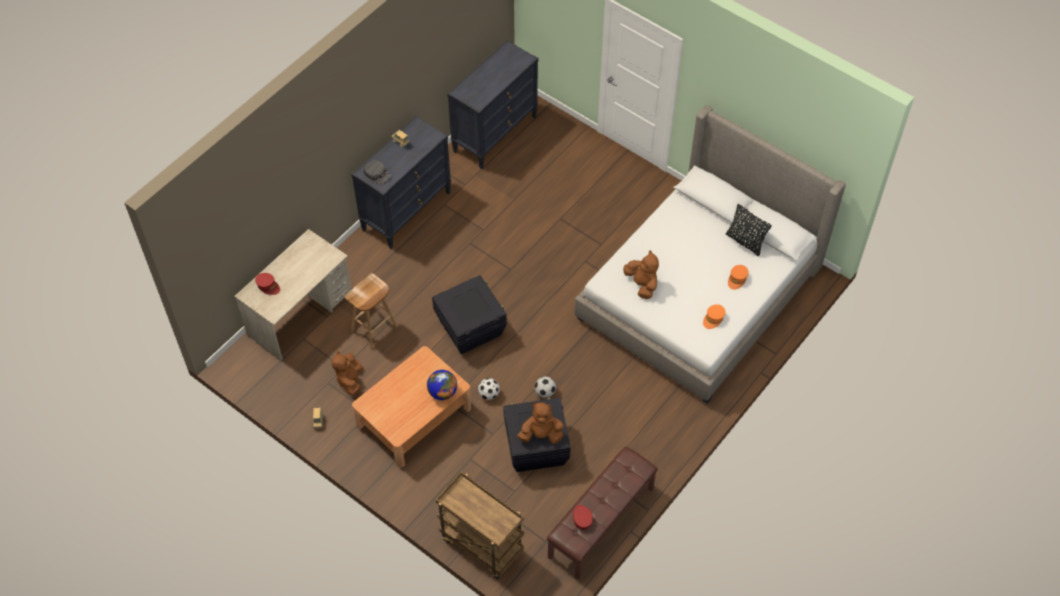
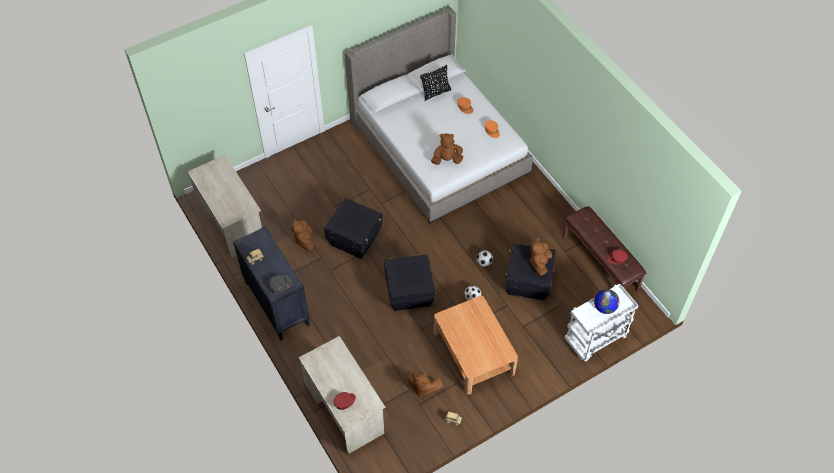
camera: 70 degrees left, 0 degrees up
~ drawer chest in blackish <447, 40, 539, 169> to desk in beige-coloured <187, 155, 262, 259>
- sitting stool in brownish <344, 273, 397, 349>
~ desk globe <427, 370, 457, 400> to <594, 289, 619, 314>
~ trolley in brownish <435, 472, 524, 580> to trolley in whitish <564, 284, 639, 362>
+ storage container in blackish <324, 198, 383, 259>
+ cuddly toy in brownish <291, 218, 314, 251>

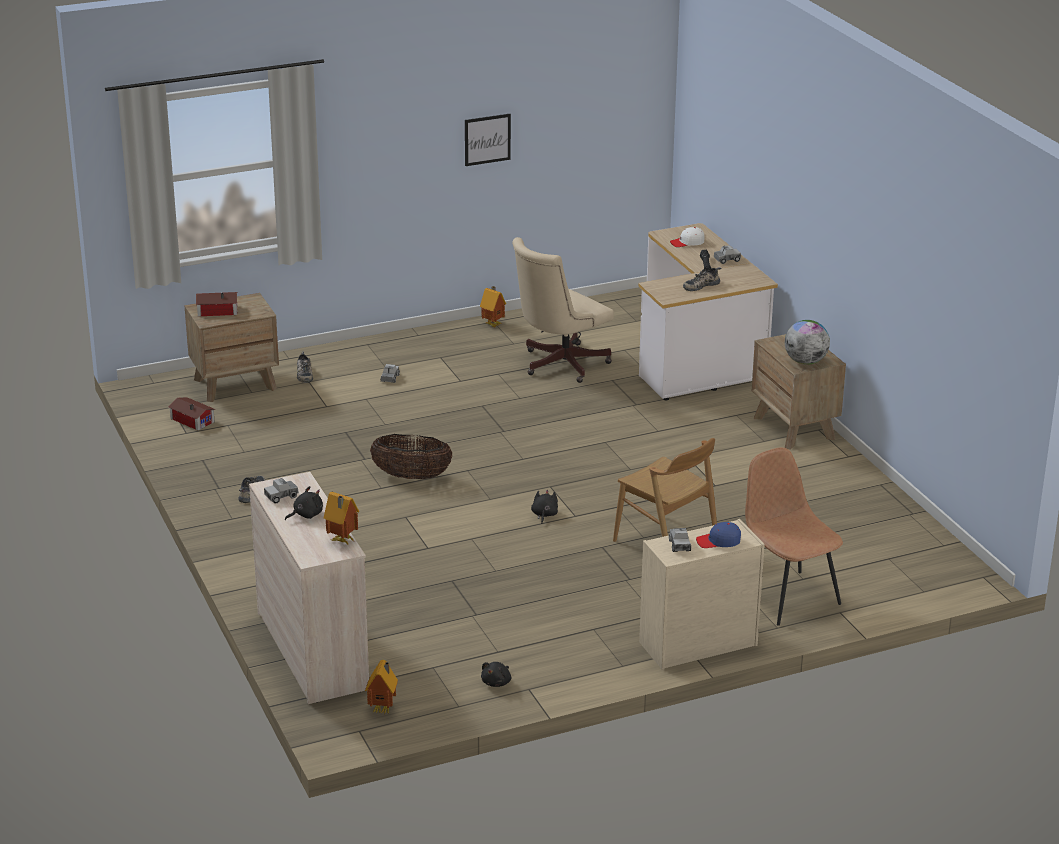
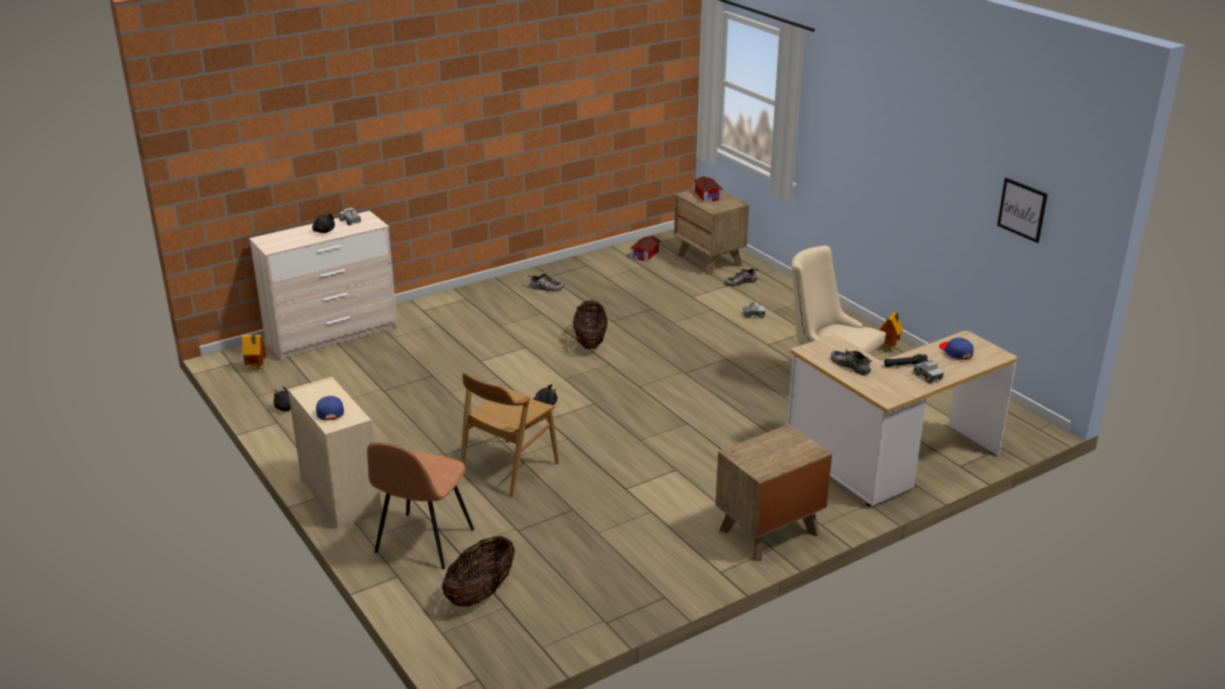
camera: 80 degrees right, 0 degrees up
~ wall art <465, 114, 511, 166> to <997, 178, 1048, 243>
~ cap in whitish <670, 227, 705, 247> to cap in bluish <939, 338, 974, 360>
- desk globe <785, 320, 830, 365>
~ plain chair in brownish <745, 448, 843, 626> = <367, 442, 474, 569> 150 degrees clockwise
- toy house <324, 492, 359, 545>
- toy truck <669, 528, 691, 552>
+ basket <442, 536, 515, 607>

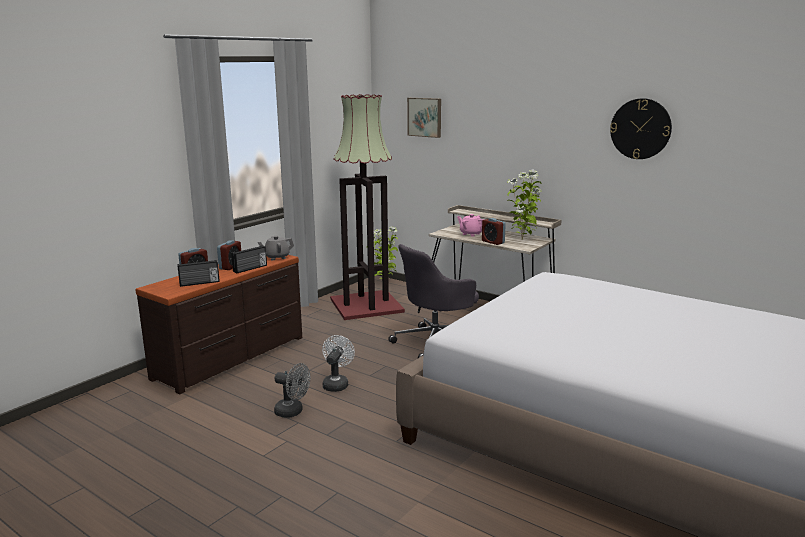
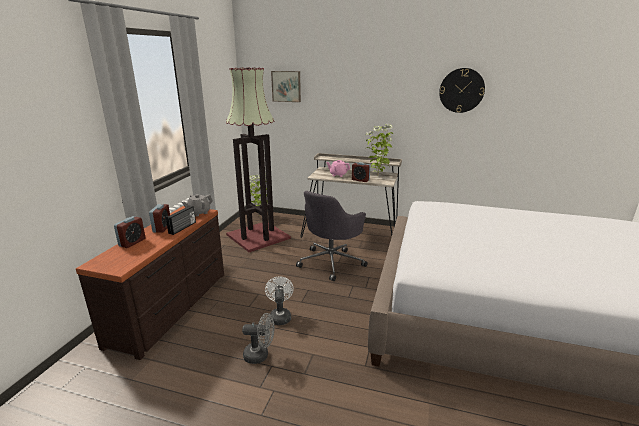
camera: 20 degrees left, 5 degrees up
- radio receiver <177, 260, 220, 287>

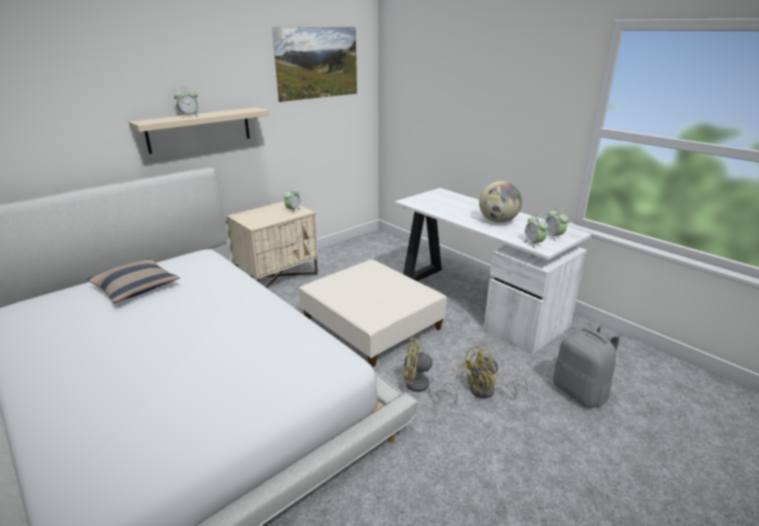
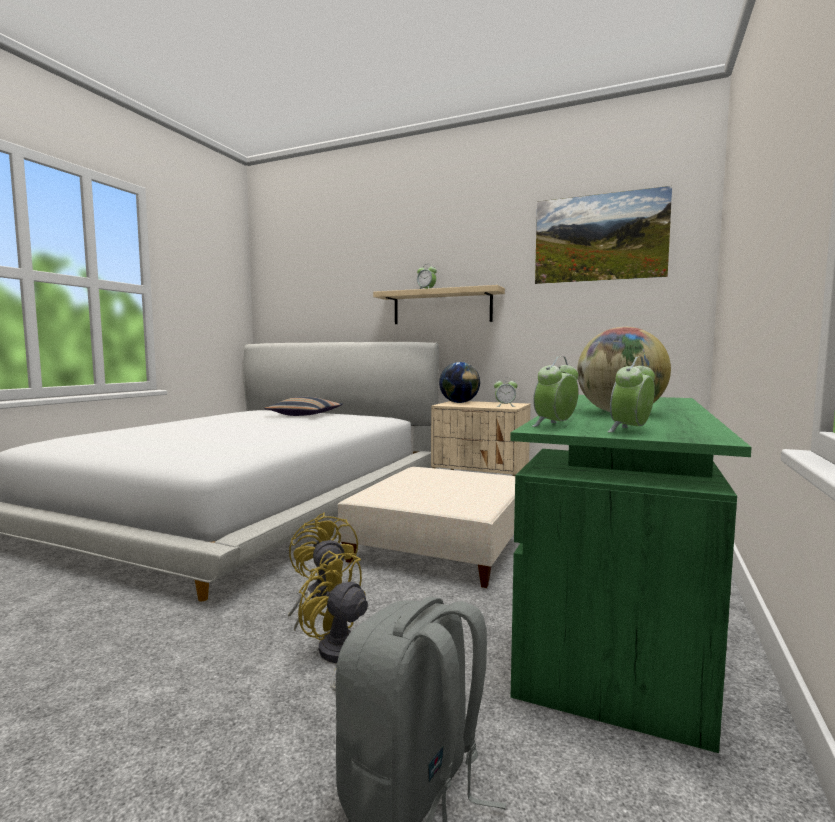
camera: 65 degrees right, 20 degrees down
~ desk in whitish <395, 188, 591, 354> to desk in green-coloured <510, 395, 752, 753>
+ desk globe <439, 362, 480, 403>

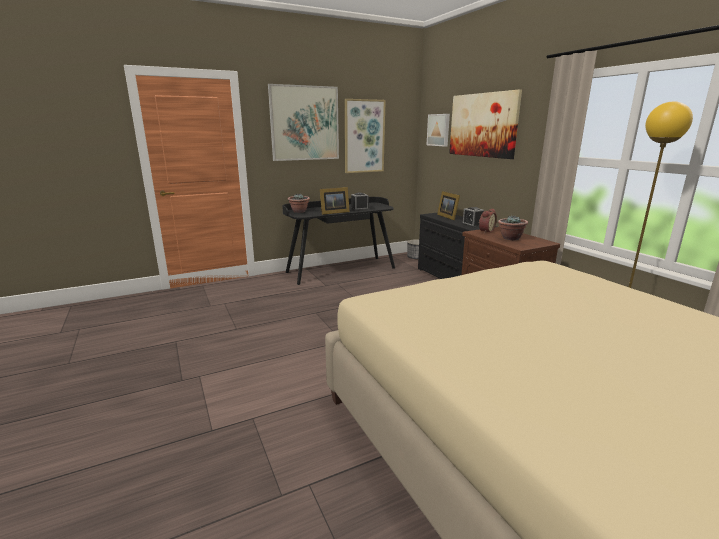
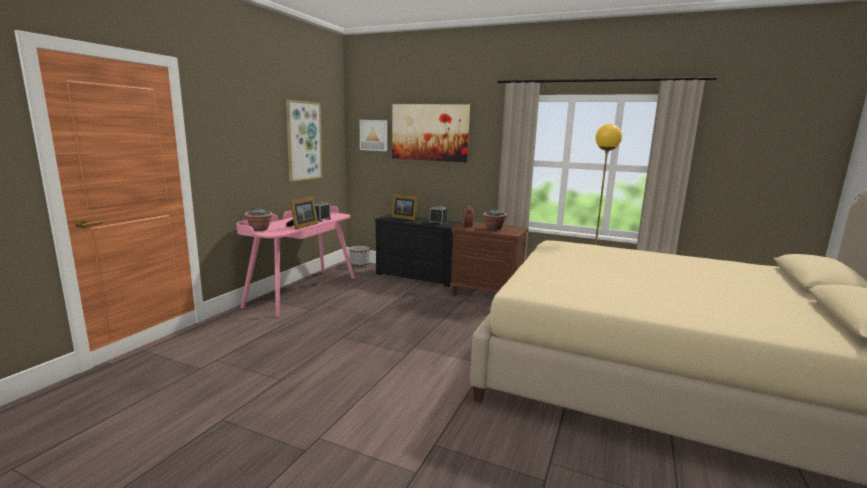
camera: 40 degrees left, 5 degrees down
- wall art <268, 84, 339, 161>
~ desk in blackish <282, 197, 395, 285> to desk in pinkish <236, 206, 355, 317>

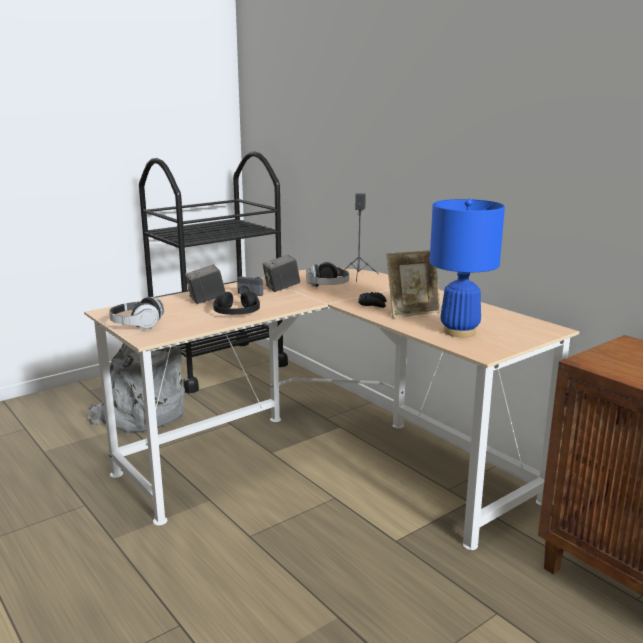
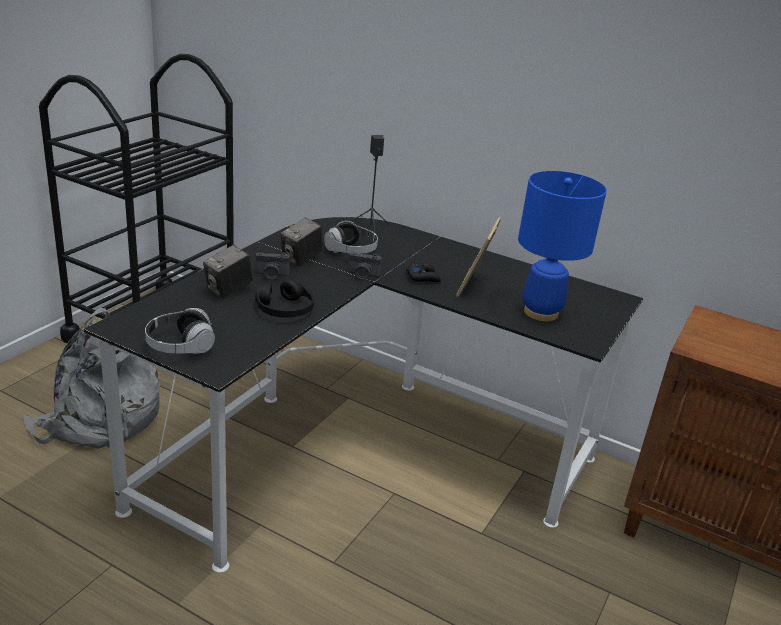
camera: 25 degrees left, 10 degrees up
~ standing frame <386, 250, 441, 318> = <456, 216, 501, 297> 150 degrees clockwise
~ desk in beige-coloured <84, 269, 580, 550> to desk in blackish <83, 217, 643, 573>
+ photo camera <348, 252, 382, 280>

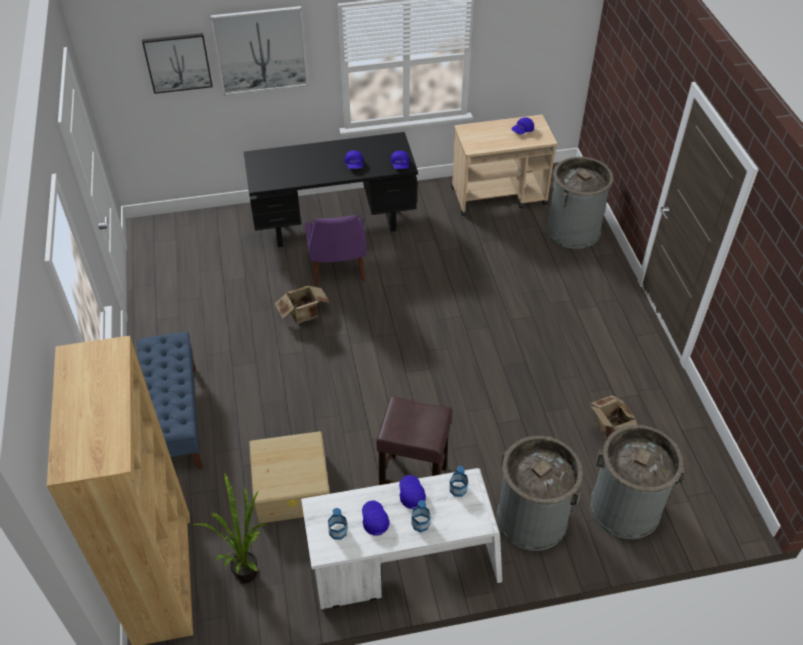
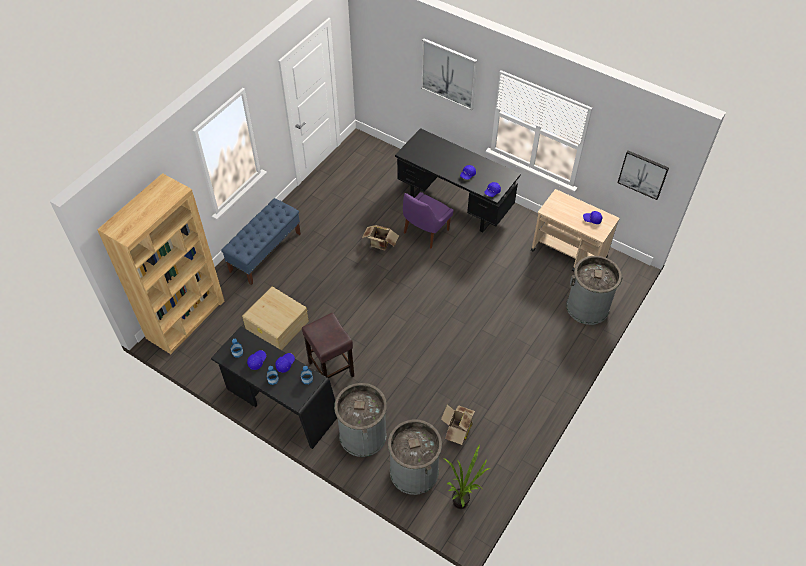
camera: 45 degrees right, 5 degrees up
~ wall art <142, 33, 213, 94> to <618, 151, 669, 200>
~ desk in whitish <301, 468, 502, 609> to desk in blackish <211, 326, 337, 449>
~ houseplant <193, 472, 267, 584> to <444, 444, 490, 509>

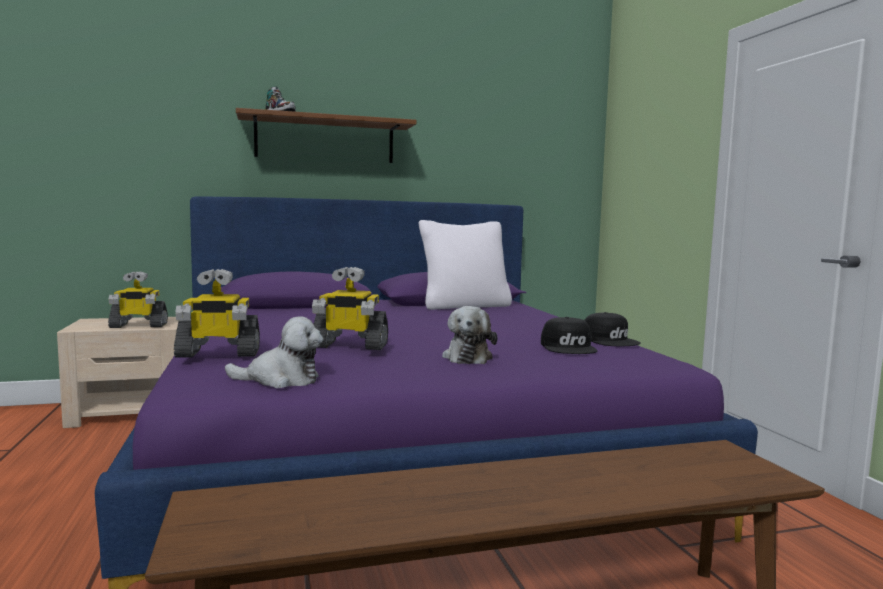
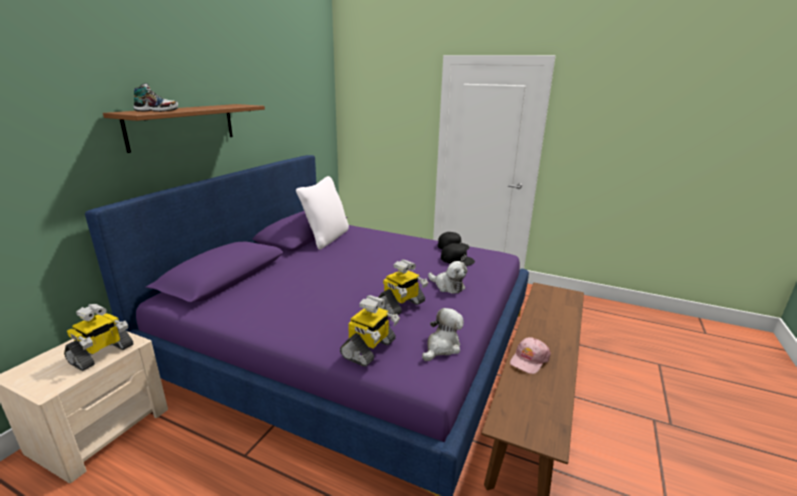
camera: 50 degrees left, 15 degrees up
+ cap in pinkish <510, 337, 551, 374>

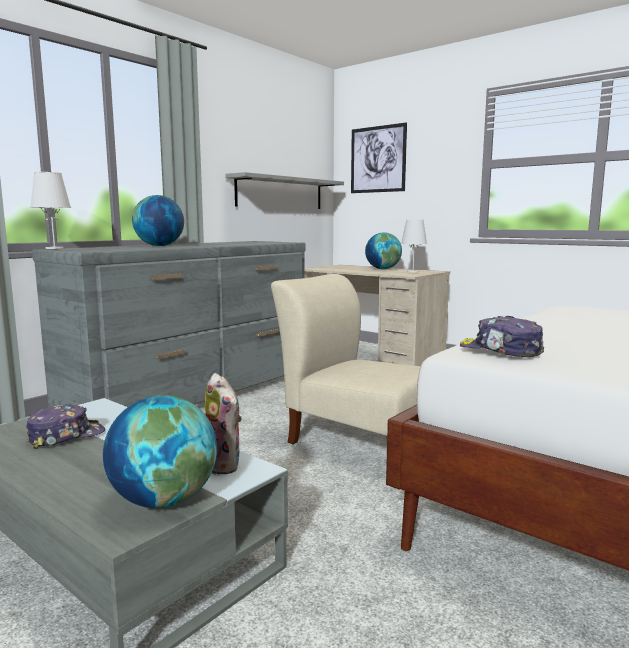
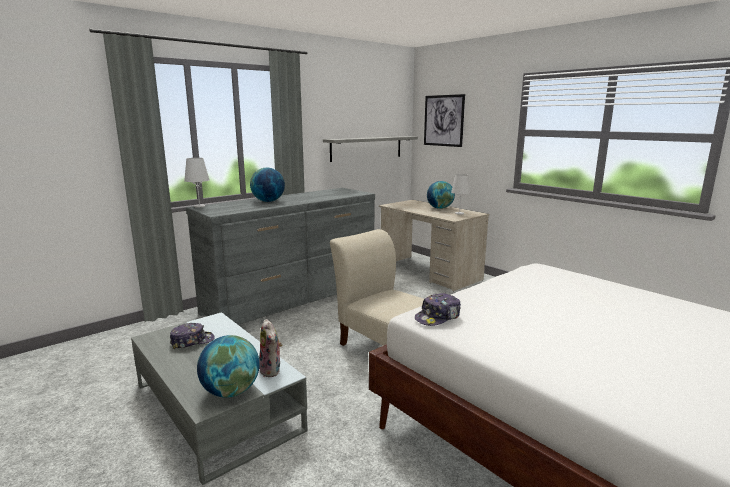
camera: 10 degrees right, 5 degrees up
~ cap <460, 316, 544, 357> = <415, 293, 461, 326> 90 degrees counterclockwise

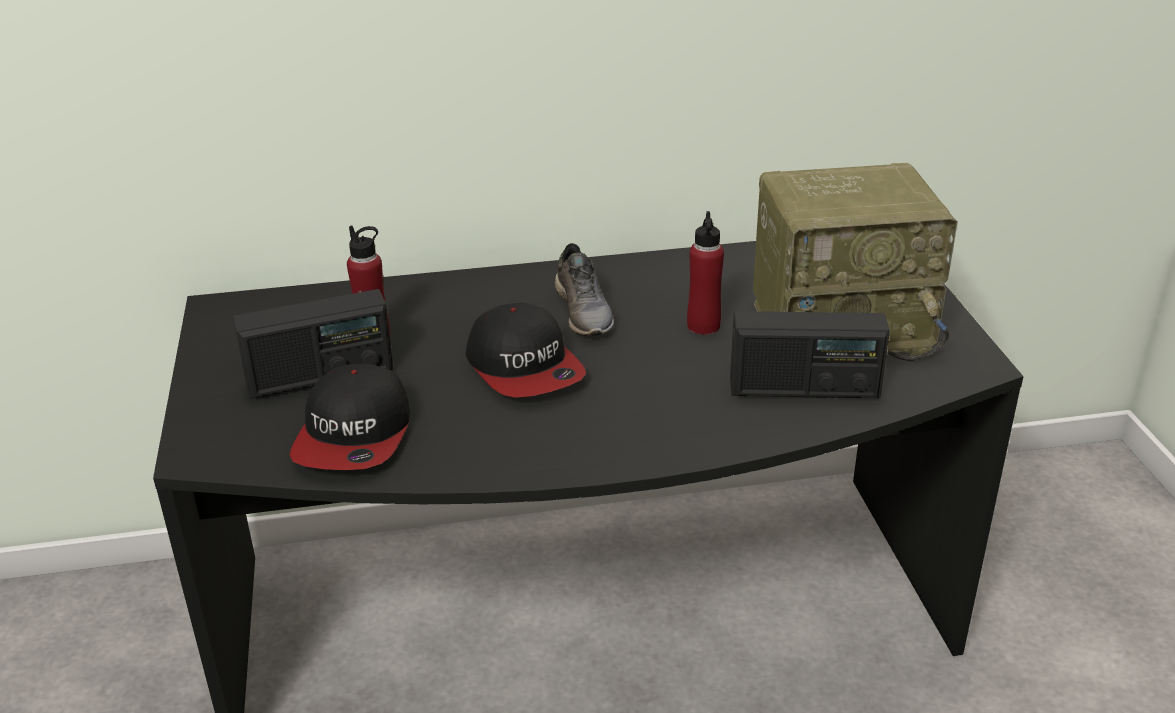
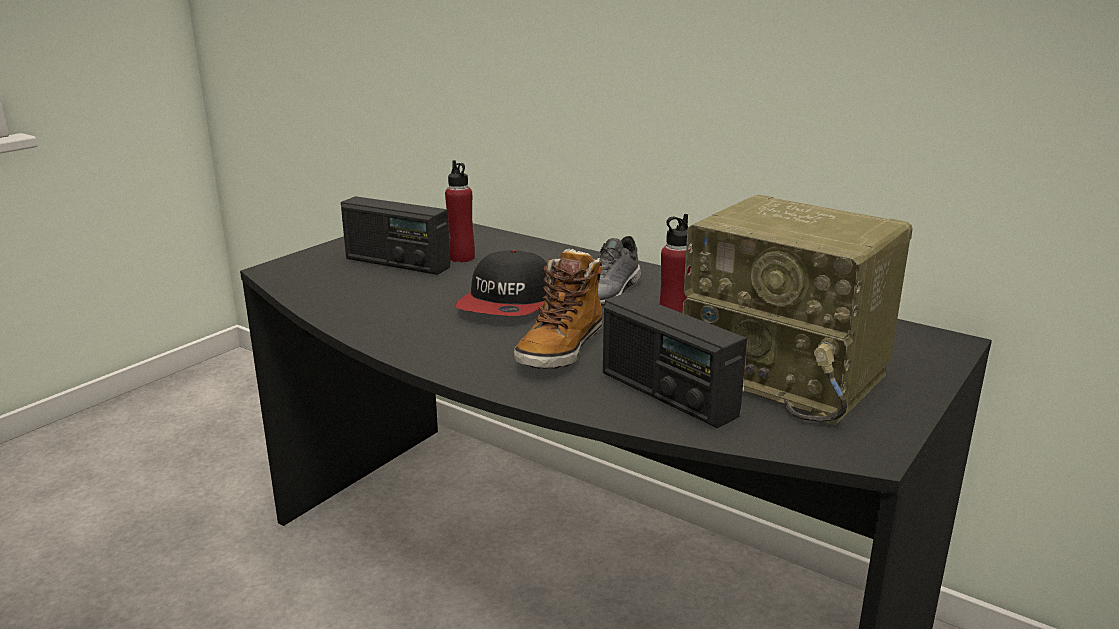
camera: 45 degrees right, 10 degrees down
- cap <290, 363, 410, 470>
+ boot <514, 248, 603, 369>

